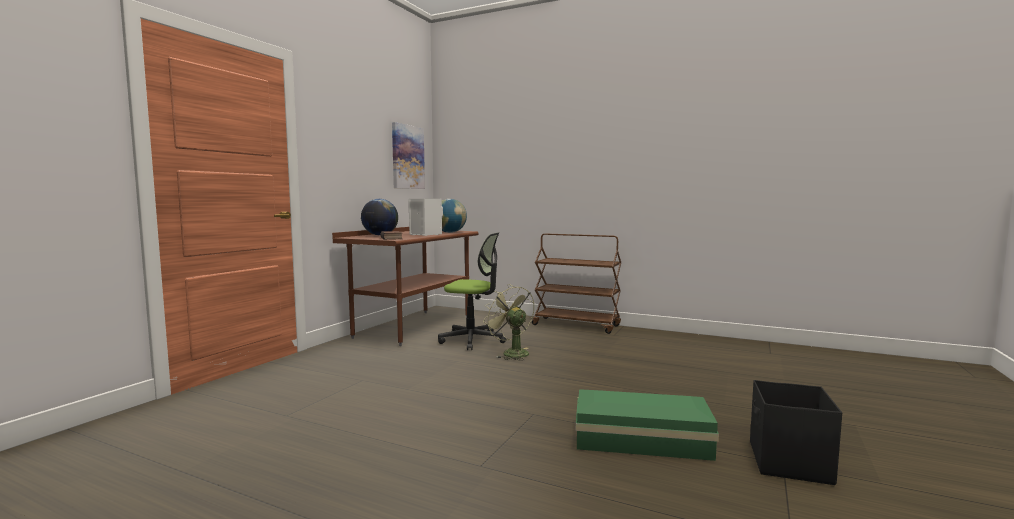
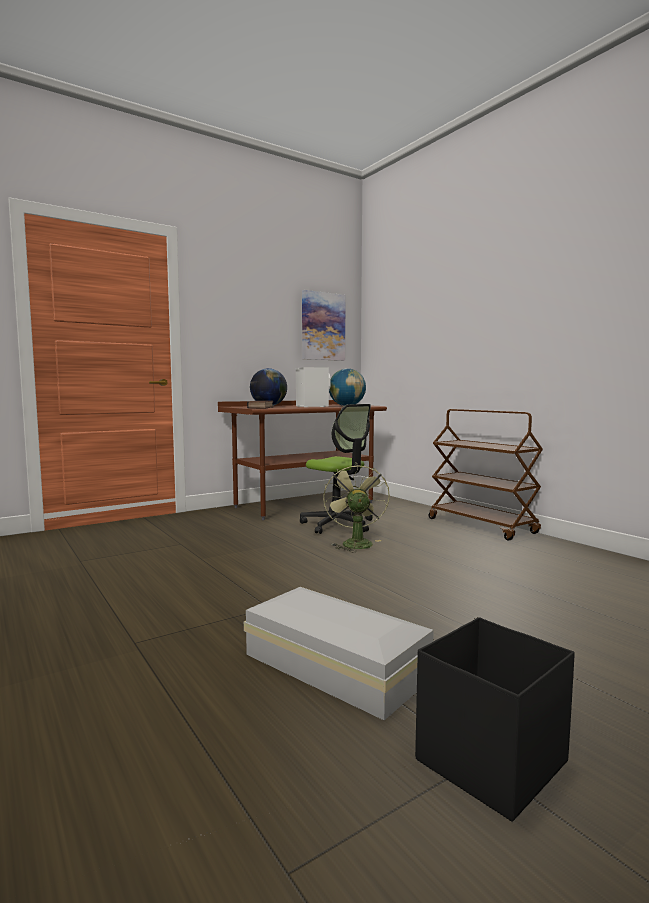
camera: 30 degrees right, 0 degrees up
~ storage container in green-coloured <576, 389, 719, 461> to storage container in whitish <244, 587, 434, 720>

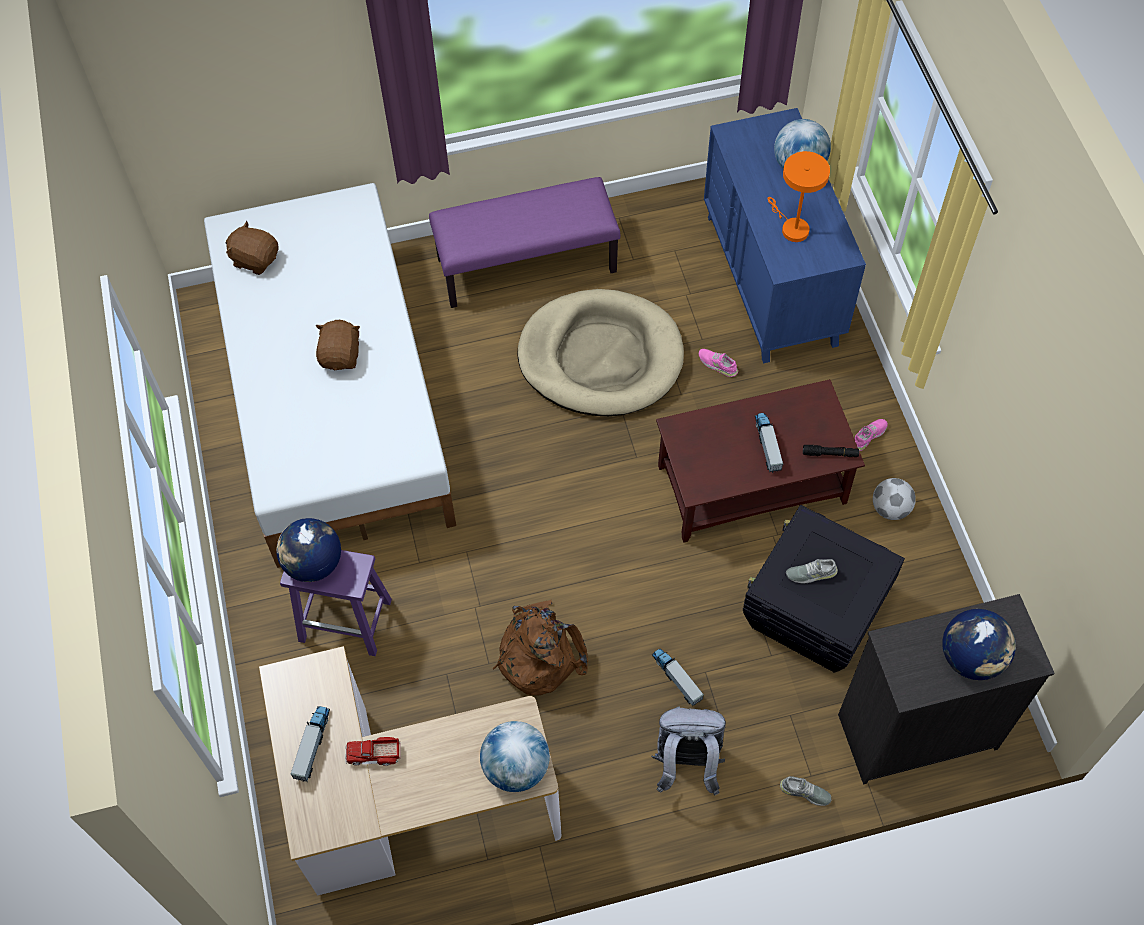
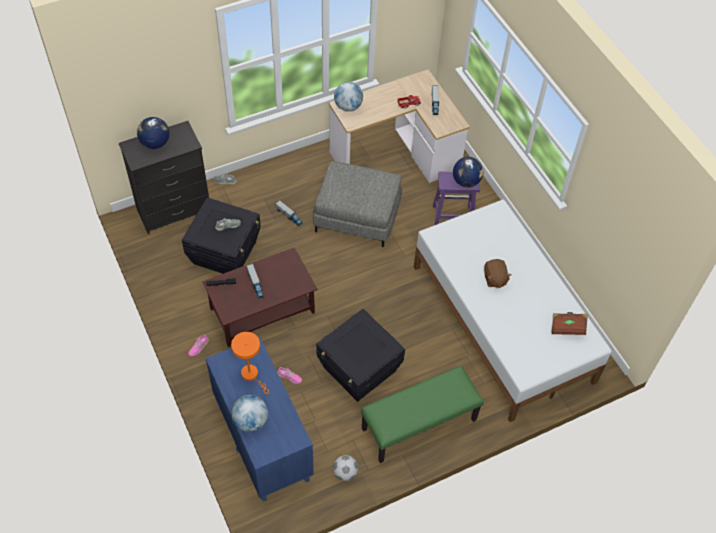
camera: 165 degrees right, 5 degrees down
~ bench in purplish <429, 177, 620, 308> to bench in green-coloured <361, 366, 484, 463>
~ cuddly toy in brownish <226, 221, 279, 275> to book in brownish <552, 312, 588, 335>
~ pet bed in beige-coloured <517, 289, 684, 416> to storage container in blackish <316, 309, 405, 402>
~ ball for football <873, 478, 916, 520> to <333, 455, 358, 481>
~ rucksack in brownish <493, 600, 588, 696> to footrest in greyish <313, 161, 402, 247>
- rucksack in greyish <651, 706, 726, 795>

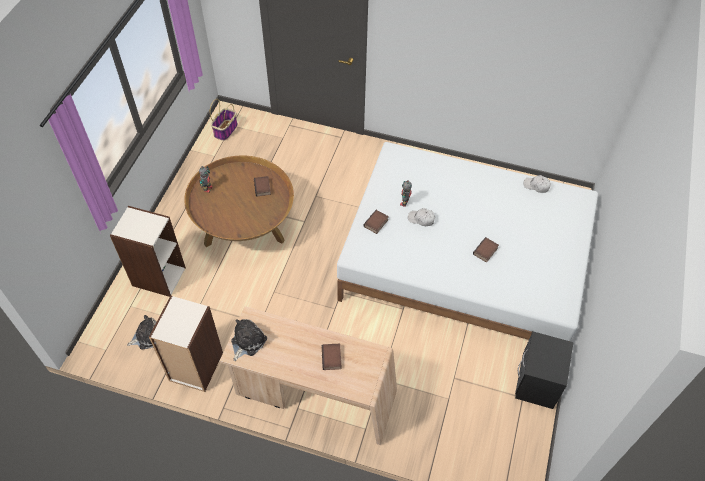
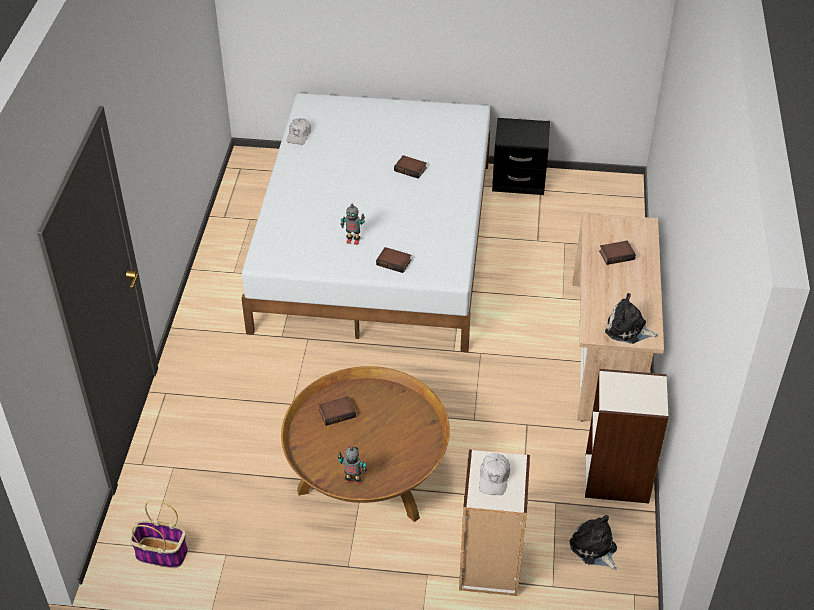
camera: 100 degrees left, 10 degrees down
~ cap in whitish <408, 208, 435, 226> to <479, 453, 510, 495>

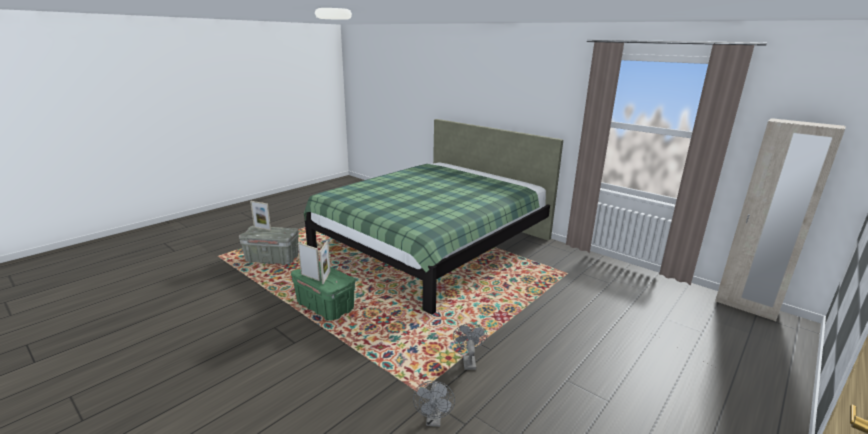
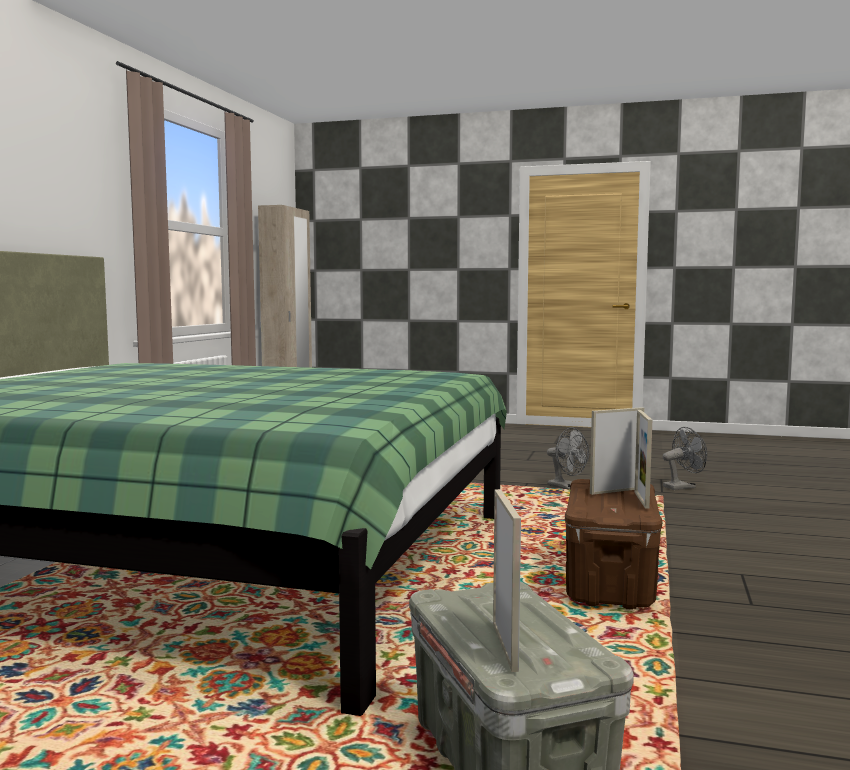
camera: 115 degrees left, 15 degrees down
~ storage container in green-coloured <291, 262, 355, 321> to storage container in brownish <565, 479, 662, 610>
~ cooling fan in greyish <453, 323, 487, 370> = <547, 428, 589, 489> 105 degrees counterclockwise

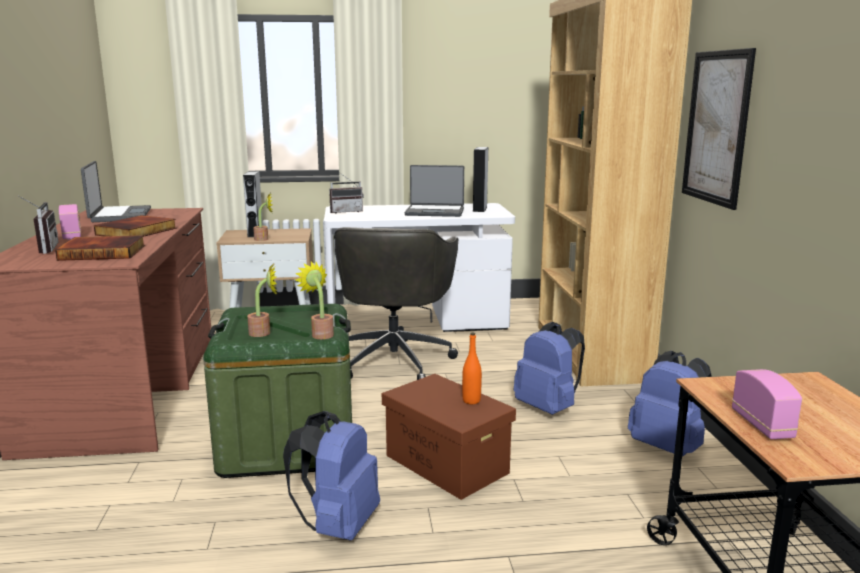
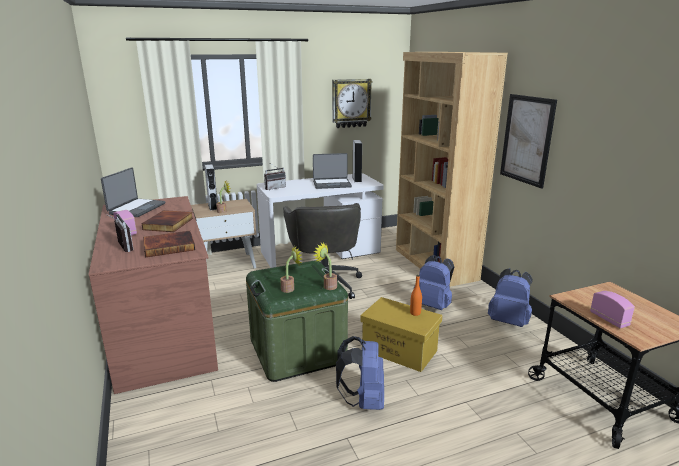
camera: 15 degrees left, 5 degrees up
~ notebook computer <81, 161, 151, 222> = <101, 168, 165, 217> 45 degrees clockwise
~ storage container in brownish <382, 374, 516, 500> to storage container in yellow-coloured <360, 297, 443, 372>
+ clock on the wall <332, 79, 372, 128>

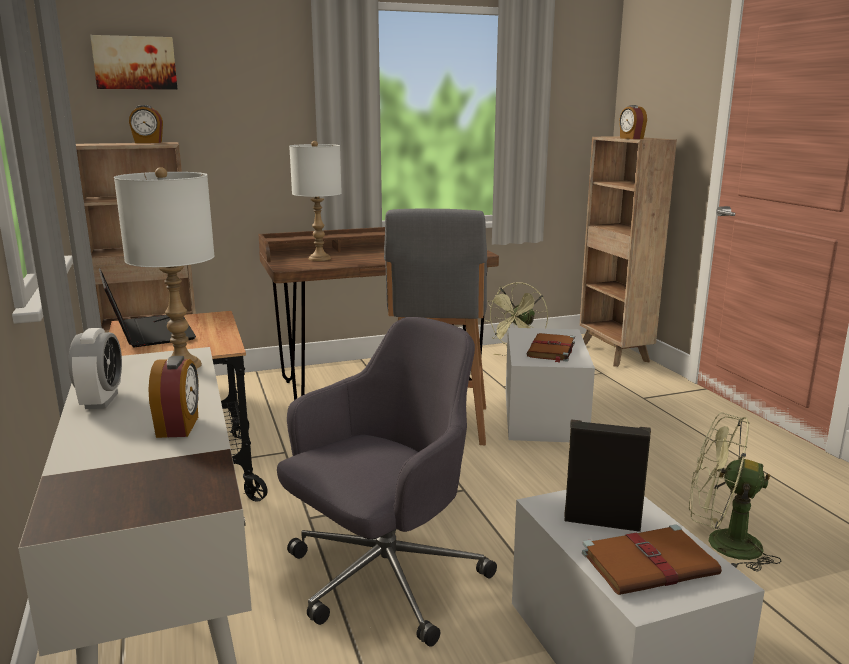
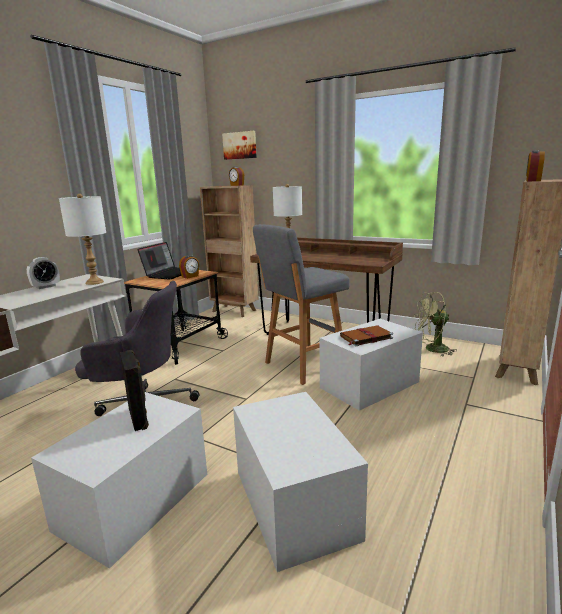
camera: 50 degrees right, 0 degrees up
~ bedside clock <148, 356, 199, 438> to <179, 255, 199, 279>
~ cooling fan in green-coloured <689, 412, 781, 572> to storage container in whitish <233, 392, 368, 572>
- book in brownish <582, 524, 722, 595>

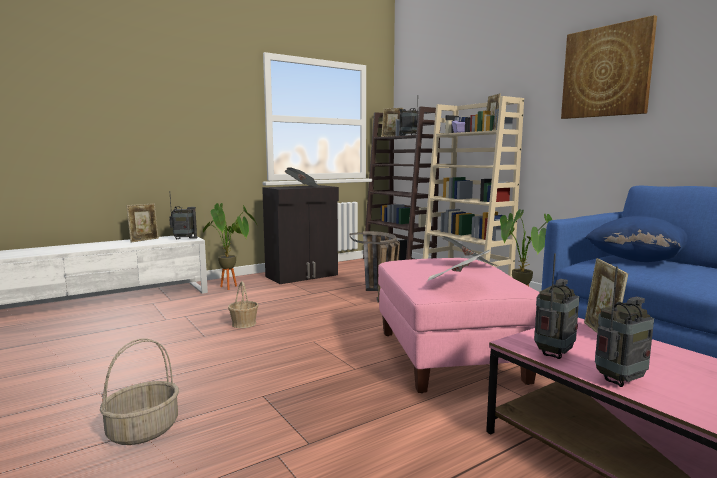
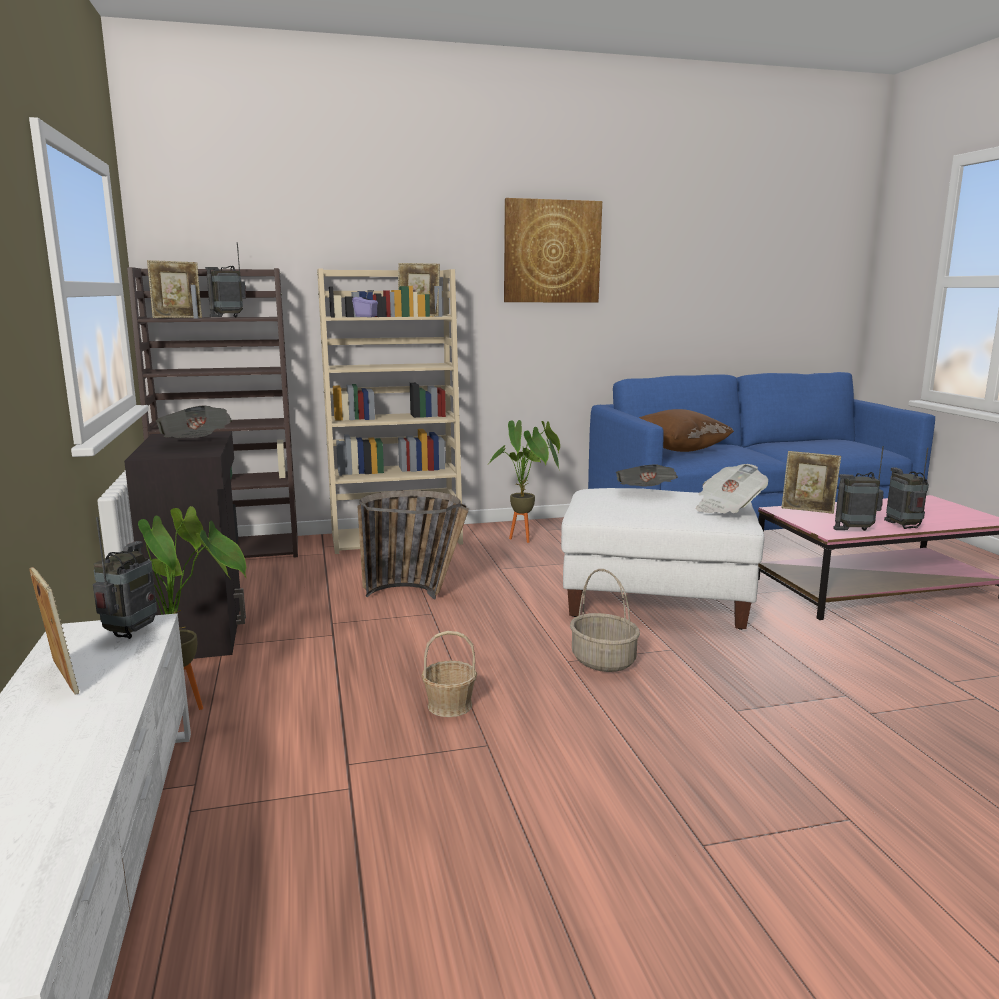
camera: 70 degrees left, 5 degrees up
~ cushion in bluish <585, 216, 687, 262> to cushion in brownish <639, 409, 734, 452>
~ radio receiver <534, 253, 579, 359> = <833, 446, 884, 531> 60 degrees counterclockwise
~ footrest in pinkish <378, 258, 540, 393> to footrest in whitish <561, 488, 764, 630>
~ basket <100, 338, 179, 445> to <570, 569, 640, 672>

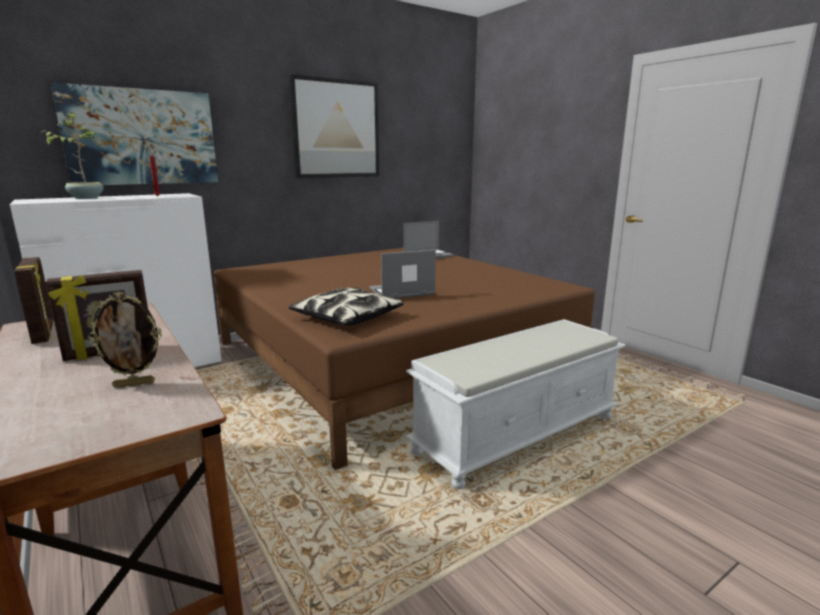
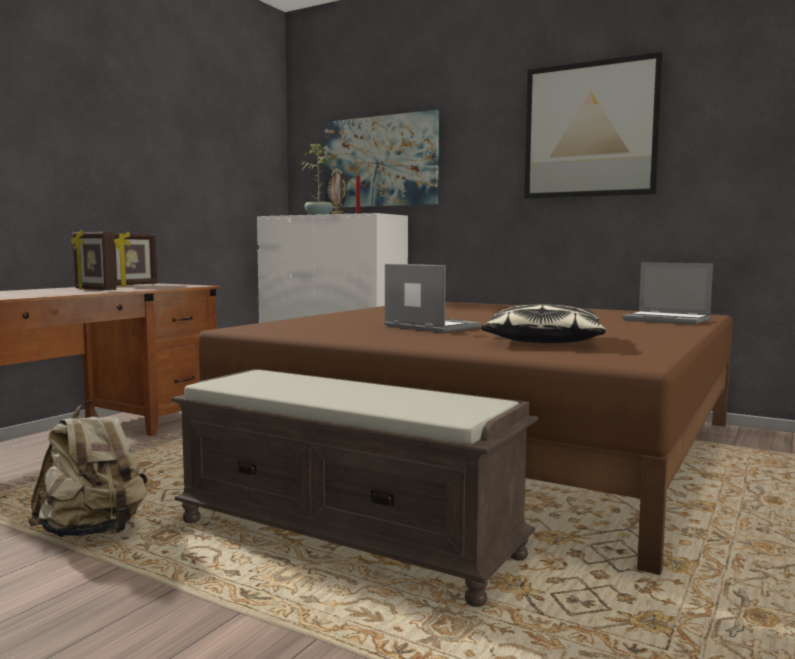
camera: 65 degrees right, 10 degrees down
~ cushion <288, 287, 404, 325> to <481, 304, 606, 343>
~ standing frame <88, 292, 162, 388> to <327, 168, 347, 214>
~ bench in whitish <406, 319, 626, 489> to bench in brownish <171, 369, 538, 607>
+ rucksack in beige-coloured <28, 401, 148, 538>

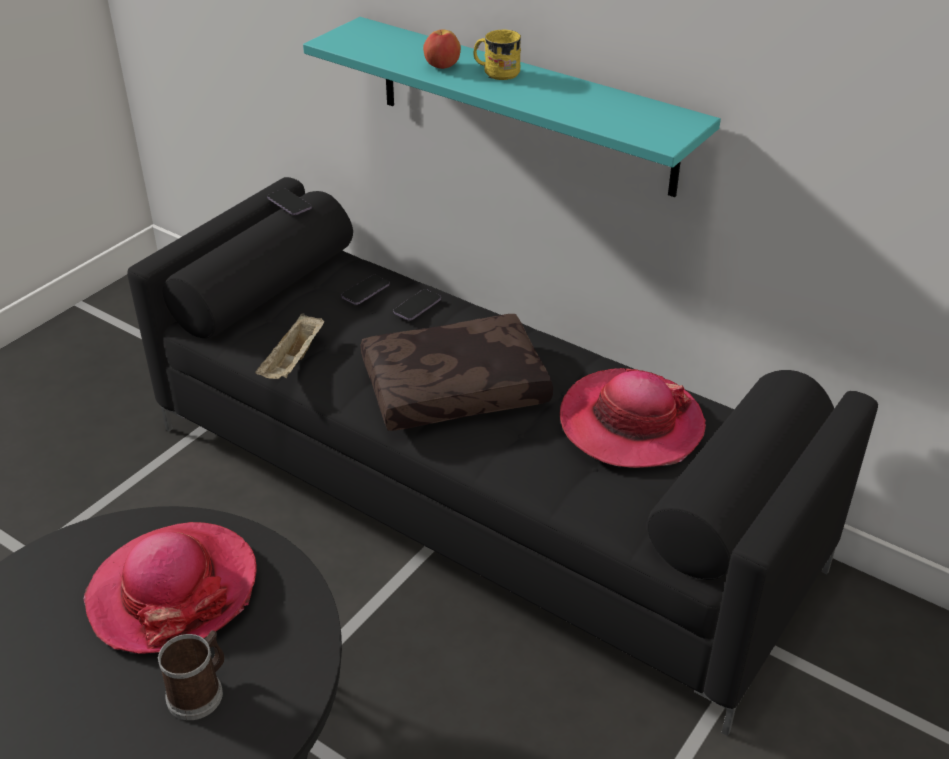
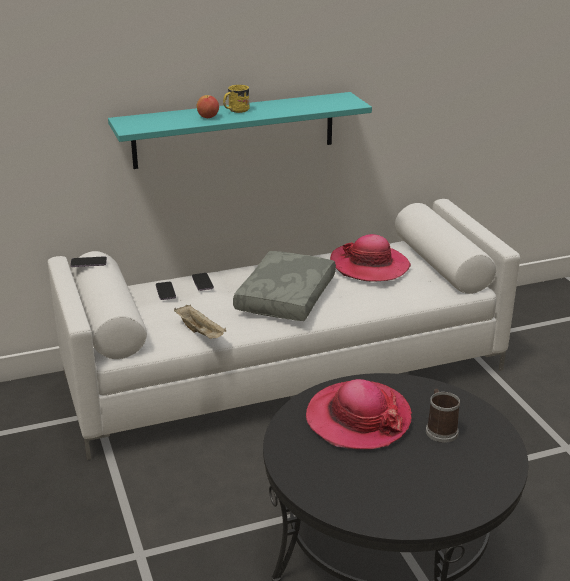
camera: 55 degrees left, 10 degrees down
~ sofa in blackish <127, 177, 878, 736> to sofa in whitish <48, 199, 520, 460>
~ cushion in brownish <361, 314, 553, 431> to cushion in greyish <233, 251, 336, 321>

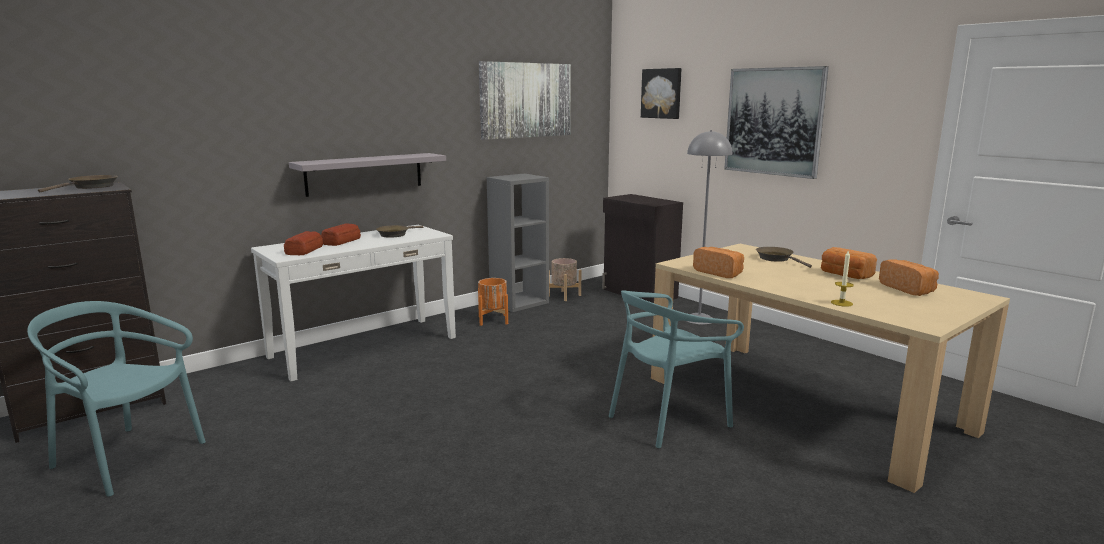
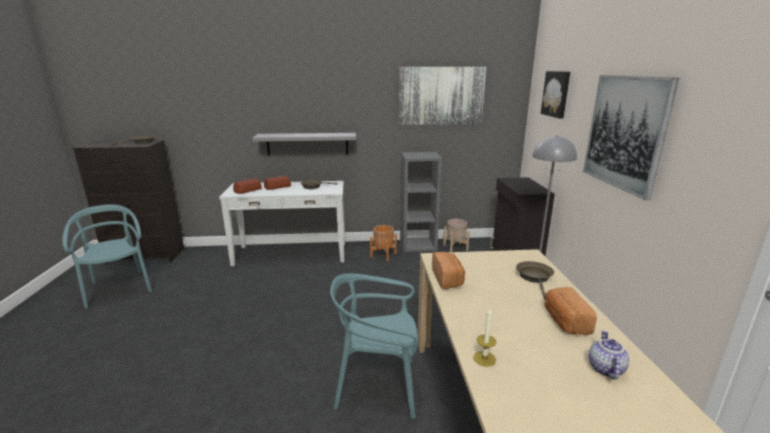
camera: 35 degrees right, 5 degrees up
~ baked bread <879, 259, 939, 296> to pot for tea <589, 330, 629, 380>

